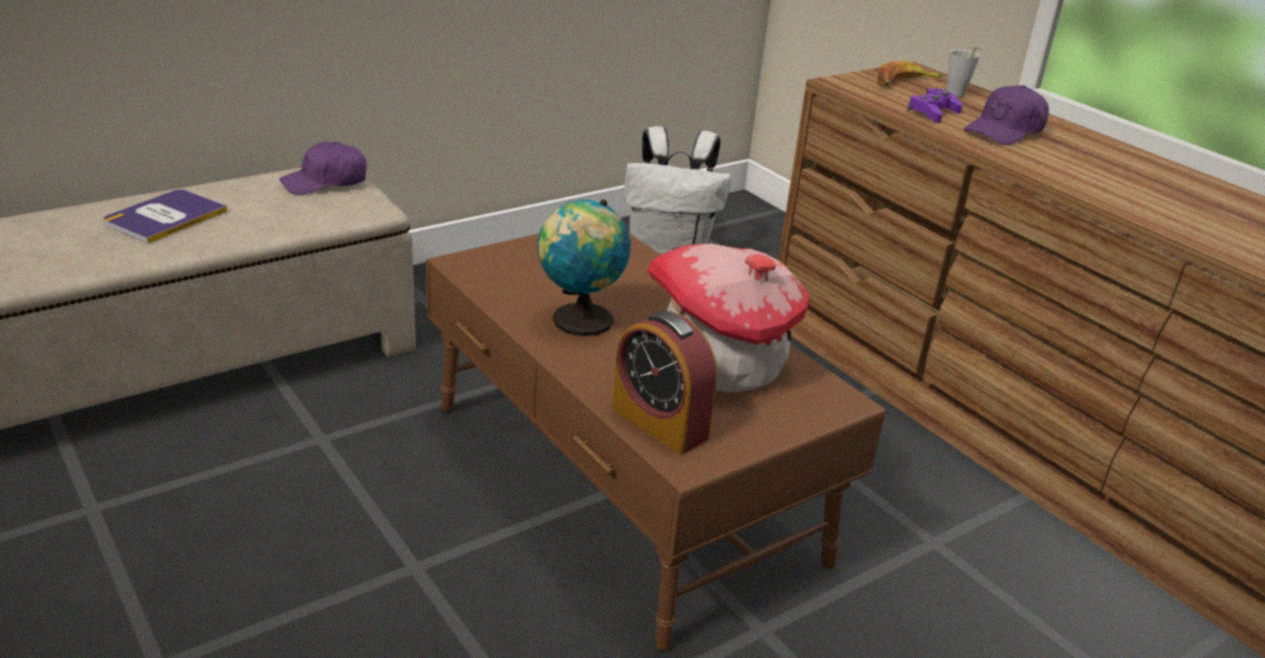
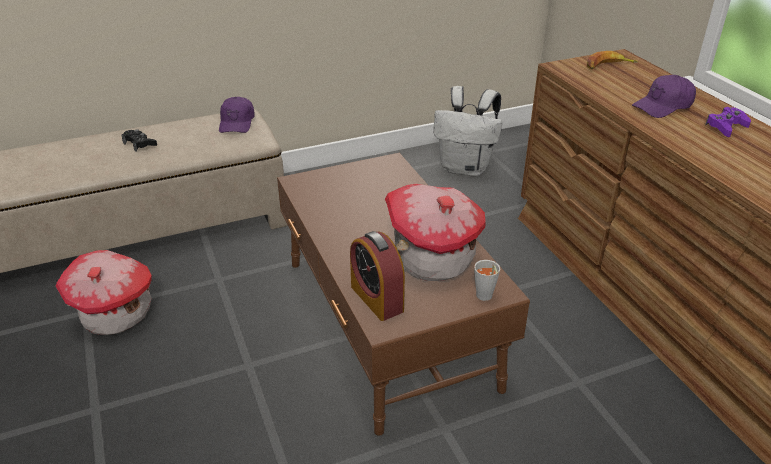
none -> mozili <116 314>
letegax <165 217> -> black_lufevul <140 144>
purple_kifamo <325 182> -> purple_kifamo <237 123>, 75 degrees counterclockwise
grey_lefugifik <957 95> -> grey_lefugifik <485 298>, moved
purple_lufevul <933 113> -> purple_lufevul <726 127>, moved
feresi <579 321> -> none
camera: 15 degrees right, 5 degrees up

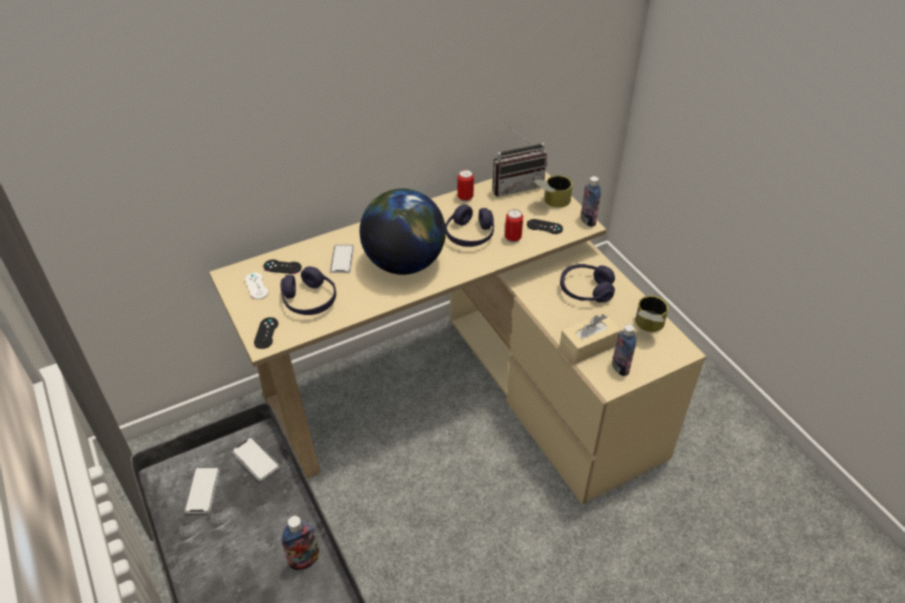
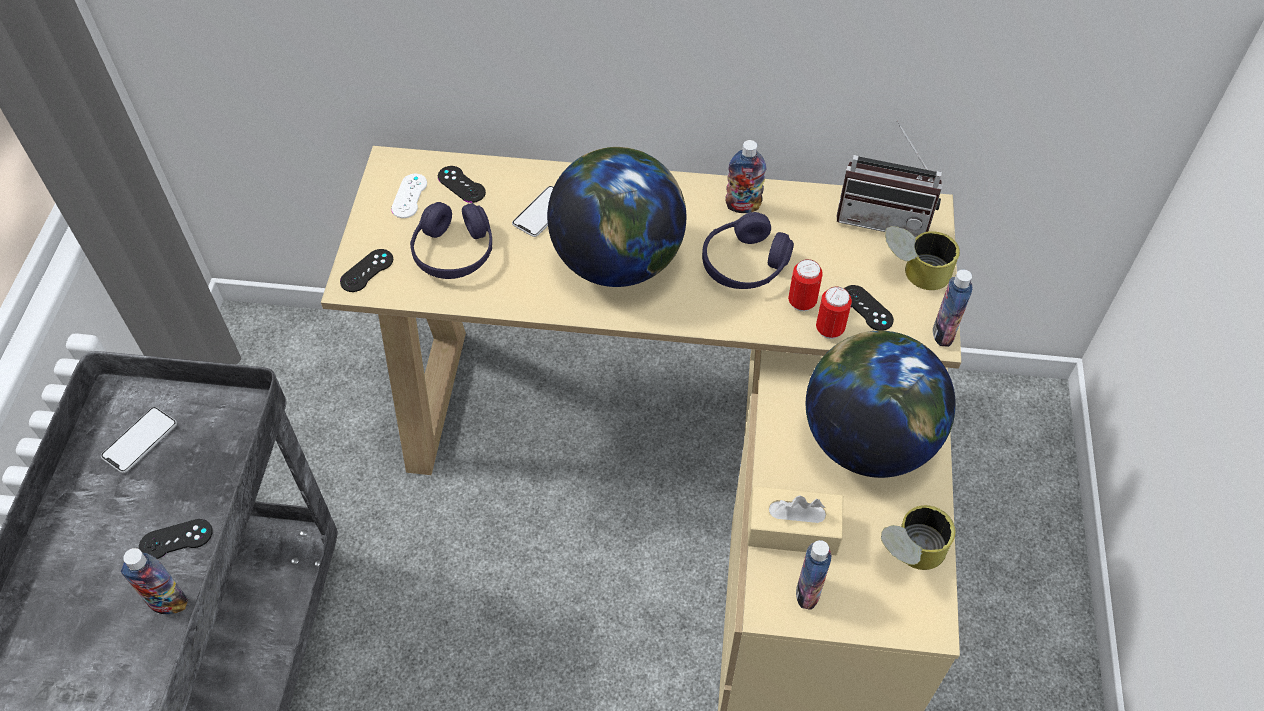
none -> black_lufevul <176 539>
none -> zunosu <743 206>
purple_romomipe <586 290> -> feresi <867 440>
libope <465 198> -> libope <829 329>, moved
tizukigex <255 459> -> none
camera: 35 degrees right, 10 degrees up

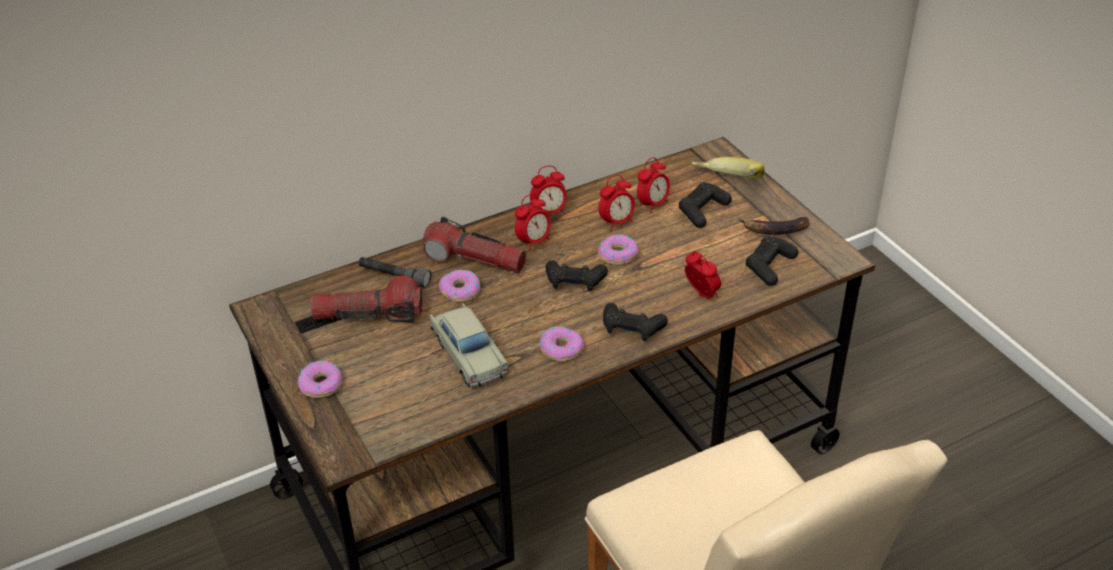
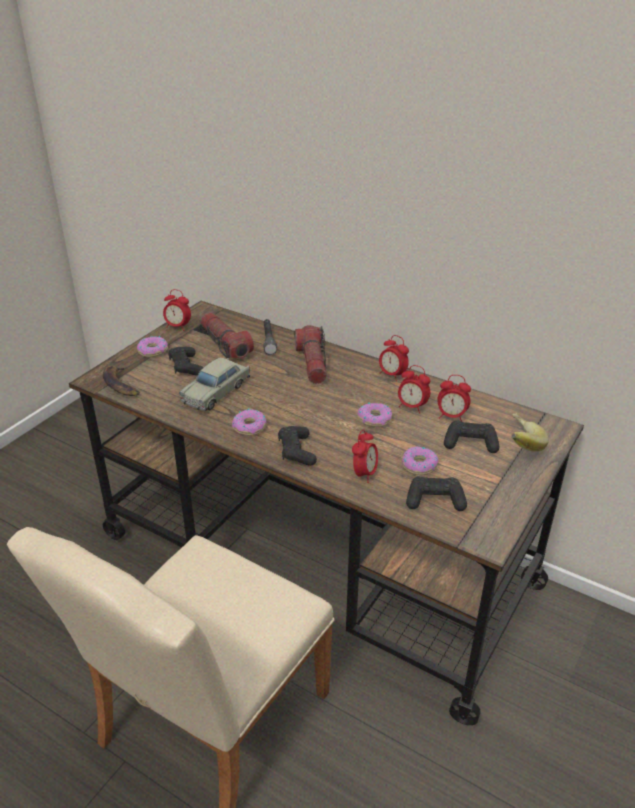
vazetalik <775 230> -> vazetalik <120 385>, moved
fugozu <533 242> -> fugozu <178 326>, moved
black_lufevul <575 282> -> black_lufevul <186 367>, moved
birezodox <460 291> -> birezodox <419 465>, moved
camera: 60 degrees right, 5 degrees down

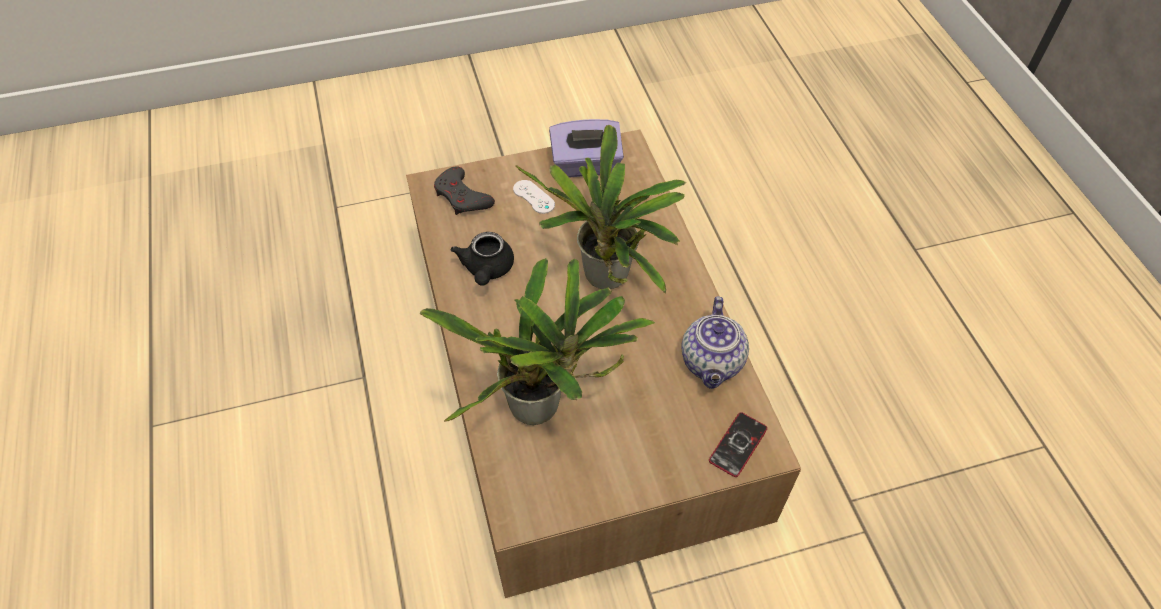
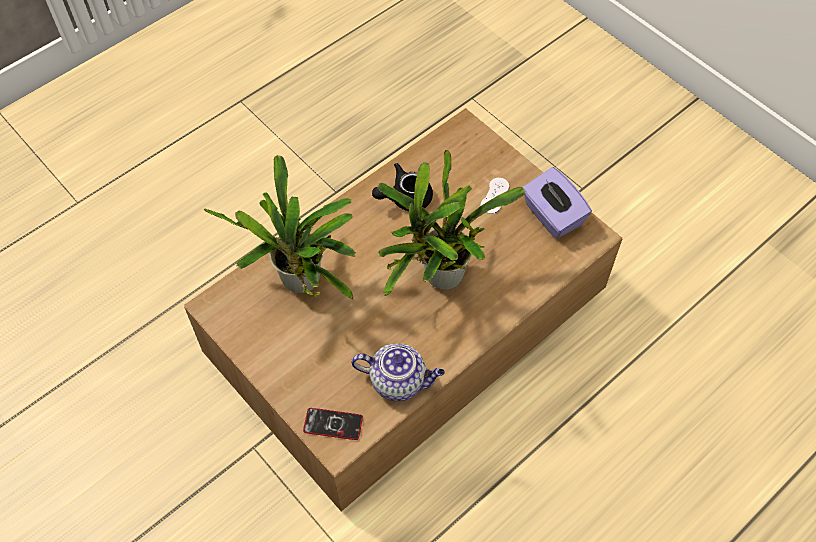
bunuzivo <712 363> -> bunuzivo <399 381>, 150 degrees counterclockwise
grey_lufevul <462 197> -> none
camera: 65 degrees right, 5 degrees up

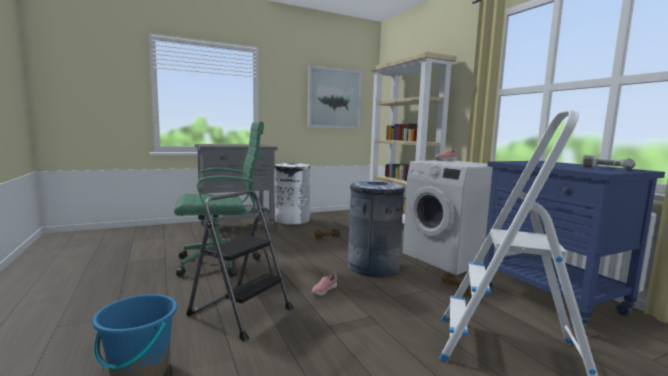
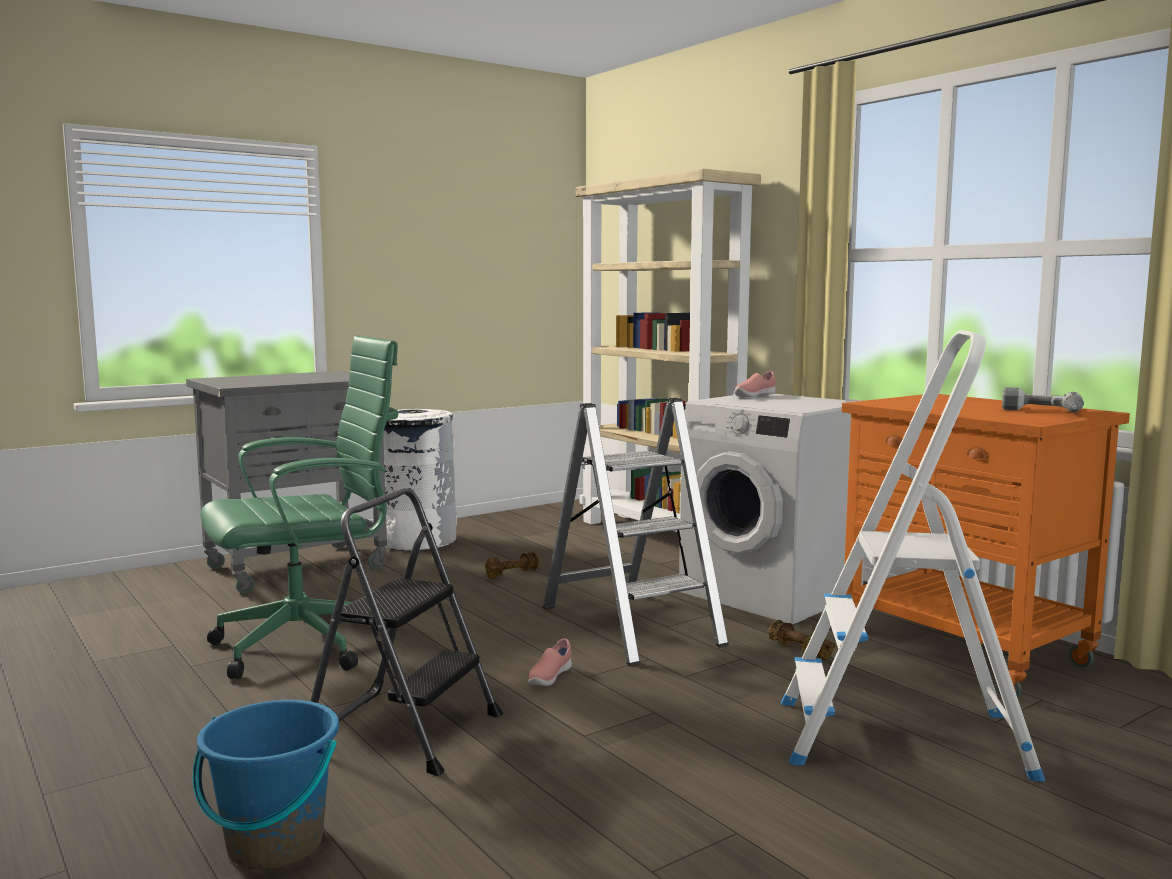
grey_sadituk <373 267> -> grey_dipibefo <629 624>
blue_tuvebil <551 301> -> orange_tuvebil <966 655>
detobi <334 98> -> none
camera: 10 degrees left, 0 degrees up

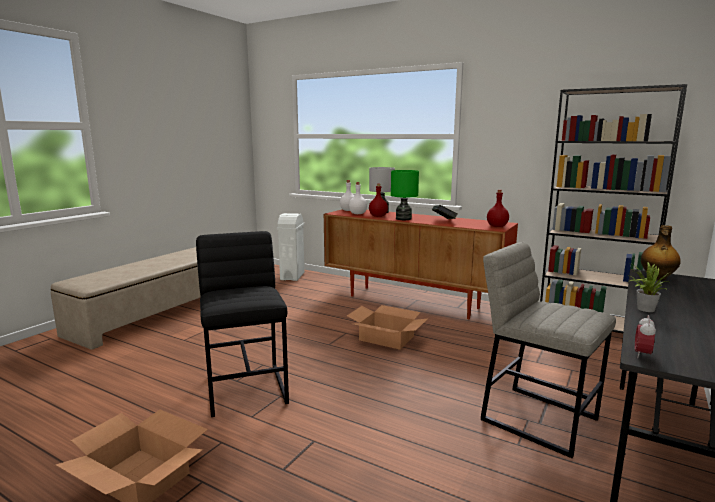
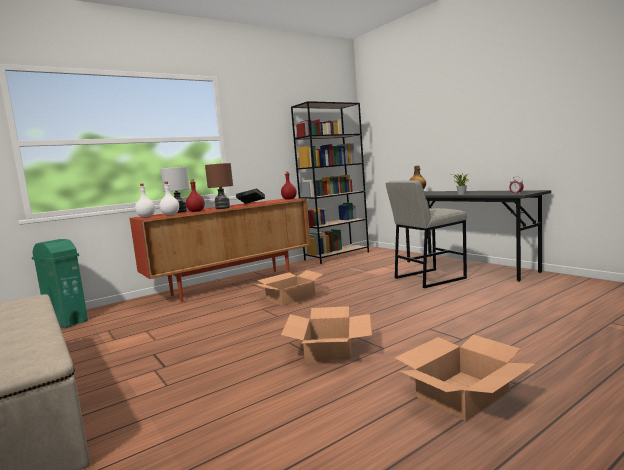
white_sadituk <292 276> -> green_sadituk <67 322>
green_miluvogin <403 219> -> brown_miluvogin <222 208>
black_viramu <246 387> -> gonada <329 350>
camera: 65 degrees left, 5 degrees down

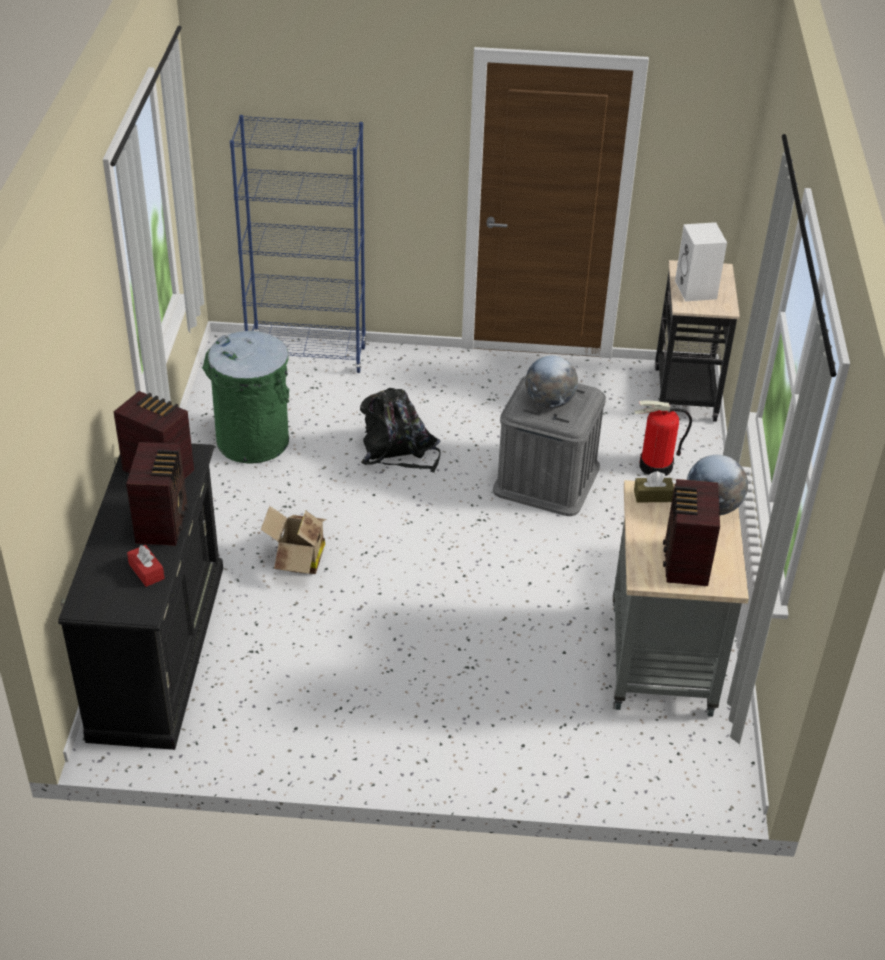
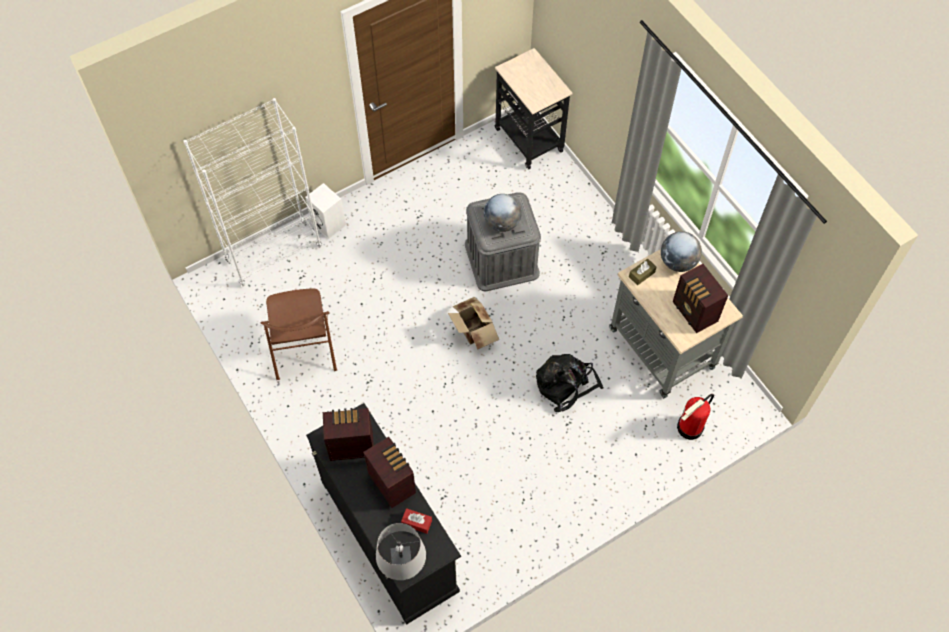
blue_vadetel <307 356> -> white_vadetel <274 253>
green_sadituk <253 441> -> brown_viramu <303 346>
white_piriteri <697 290> -> white_piriteri <329 224>, moved
none -> grey_miluvogin <403 570>
gonada <297 561> -> gonada <473 332>, moved
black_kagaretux <398 451> -> black_kagaretux <566 384>, moved
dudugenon <655 466> -> dudugenon <690 428>, moved
camera: 35 degrees left, 20 degrees up

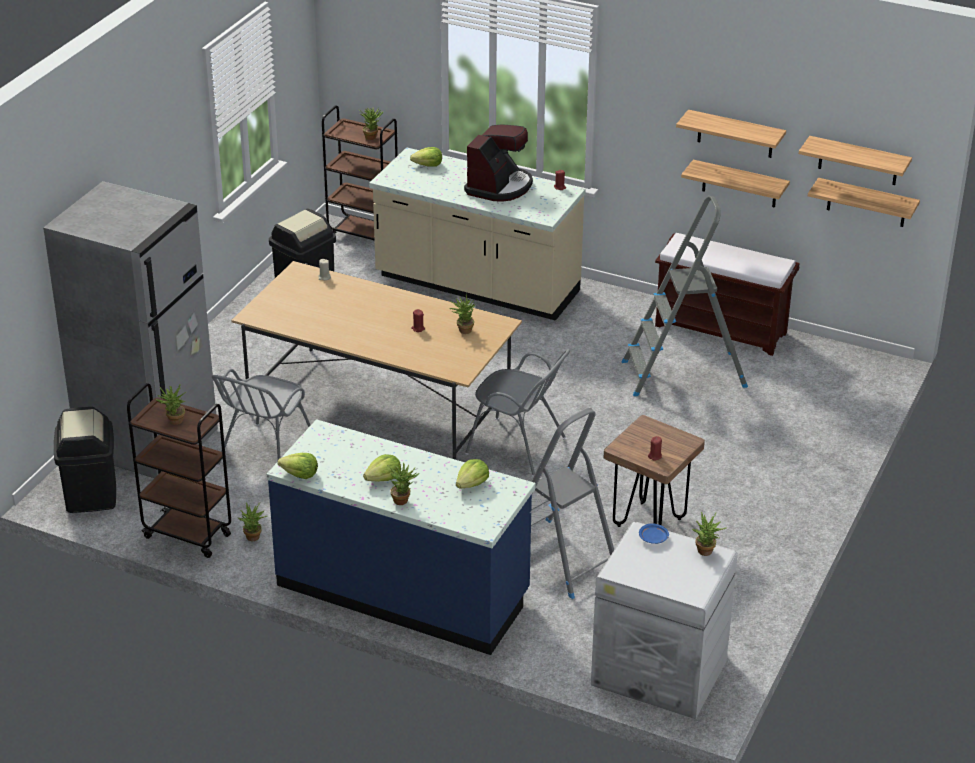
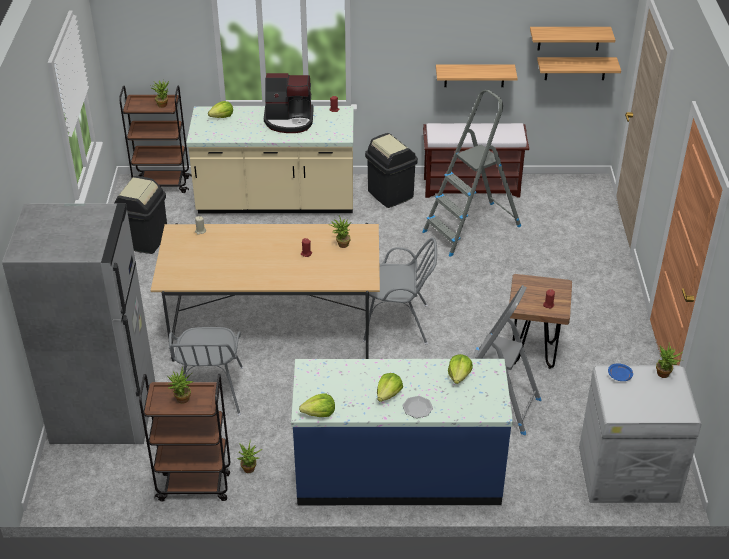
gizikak <499 186> -> gizikak <289 120>, 90 degrees clockwise
black_sadituk <90 495> -> black_sadituk <390 194>, moved
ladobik <403 499> -> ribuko <417 408>
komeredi <735 134> -> none
camera: 25 degrees left, 5 degrees up

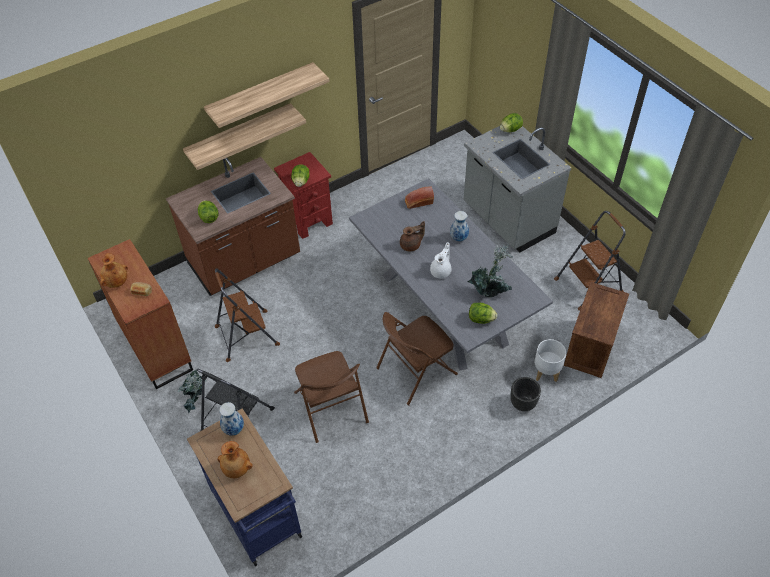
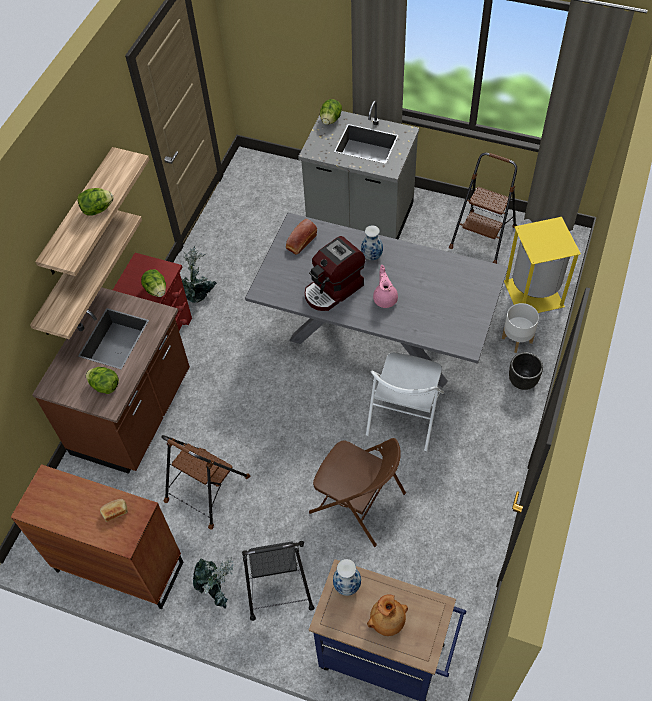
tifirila <481 319> -> tifirila <97 209>, moved
ladobik <489 291> -> ladobik <198 296>, moved
brown_bunuzivo <411 245> -> gizikak <333 290>
brown_viramu <416 371> -> white_viramu <404 413>
white_bunuzivo <441 271> -> pink_bunuzivo <385 298>
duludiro <589 347> -> yellow_sadituk <532 293>
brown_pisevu <116 282> -> none
camera: 35 degrees left, 5 degrees up

